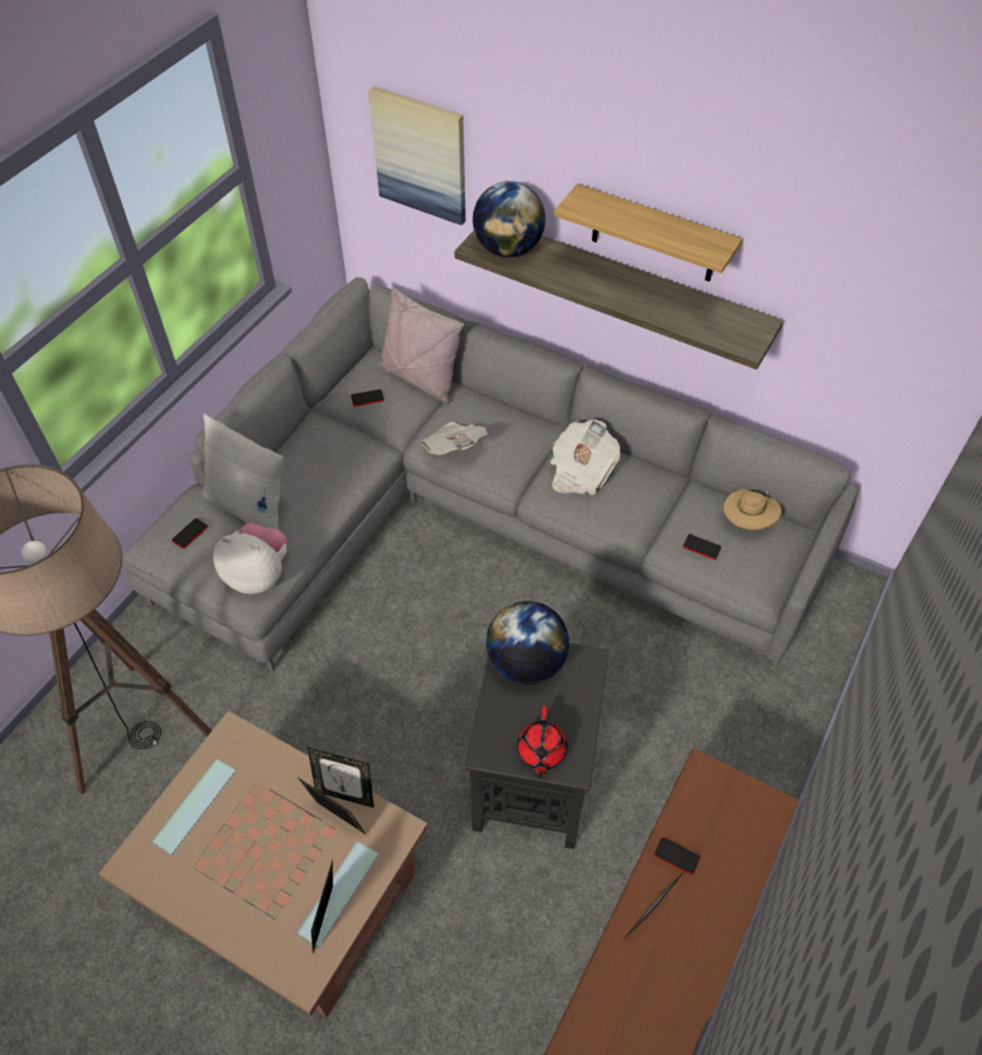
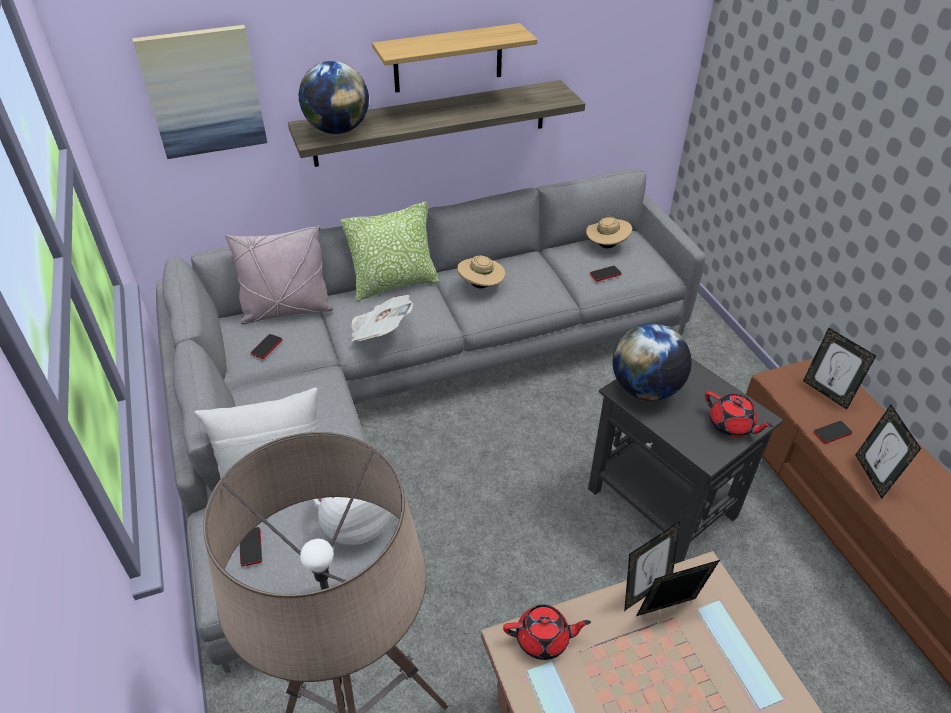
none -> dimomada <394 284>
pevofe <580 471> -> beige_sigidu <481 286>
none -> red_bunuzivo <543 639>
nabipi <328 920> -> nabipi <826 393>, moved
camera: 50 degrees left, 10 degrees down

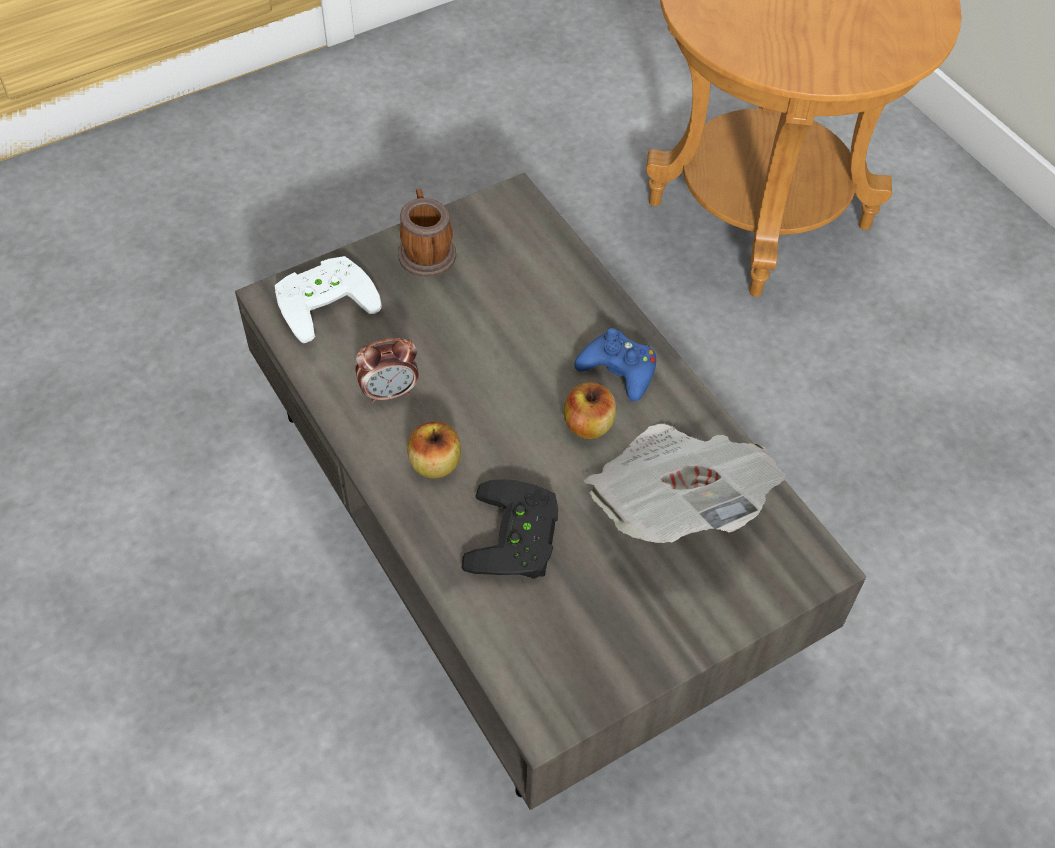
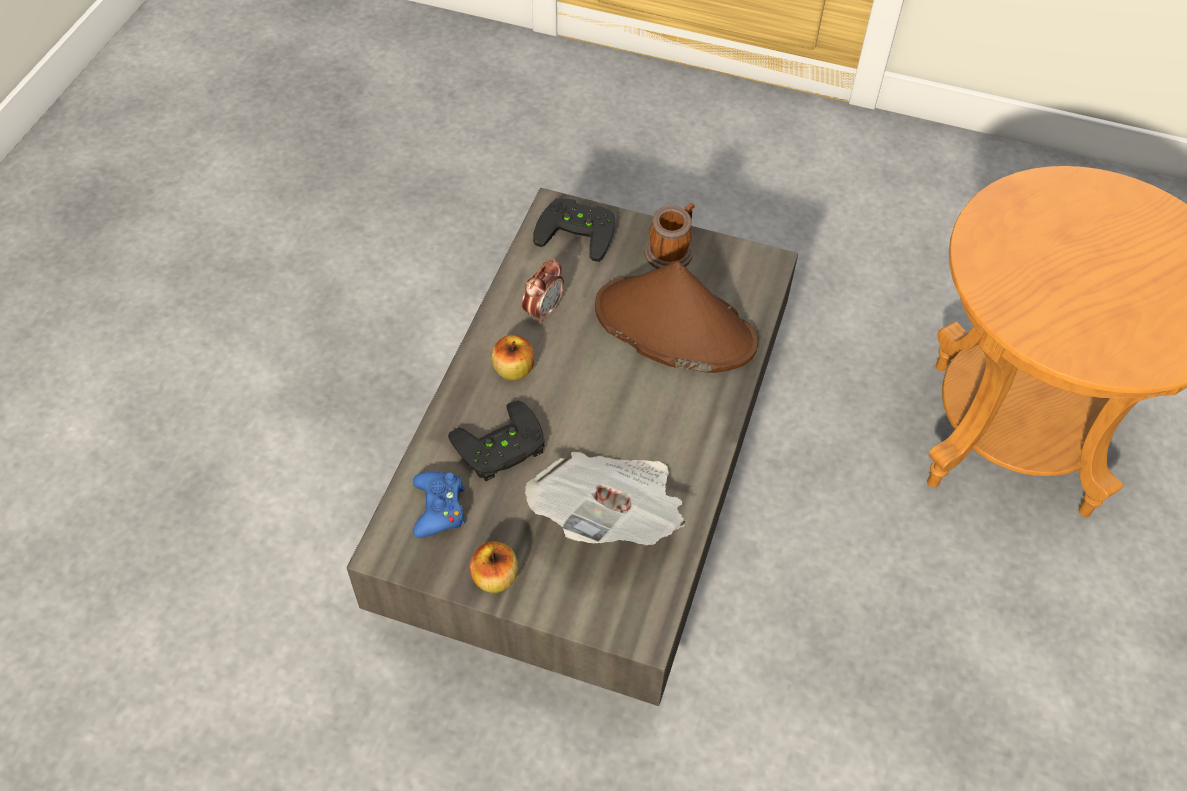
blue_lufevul <618 370> -> blue_lufevul <439 508>, moved
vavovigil <588 425> -> vavovigil <495 578>, moved
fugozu <389 392> -> fugozu <543 310>, 90 degrees counterclockwise
white_lufevul <324 299> -> black_lufevul <579 230>
none -> brown_sigidu <673 326>
camera: 50 degrees right, 0 degrees up

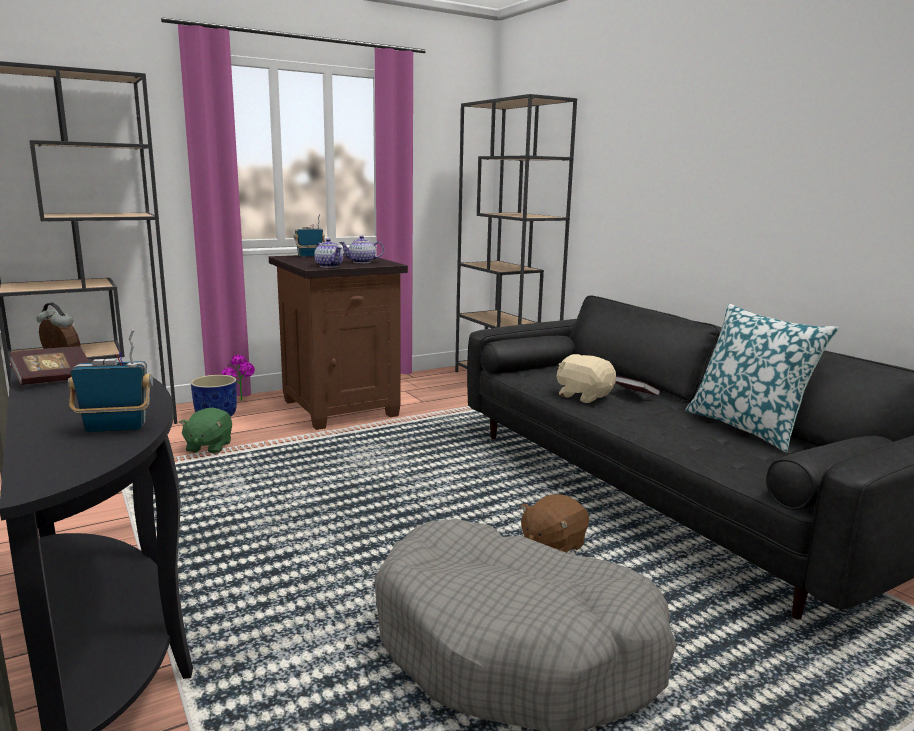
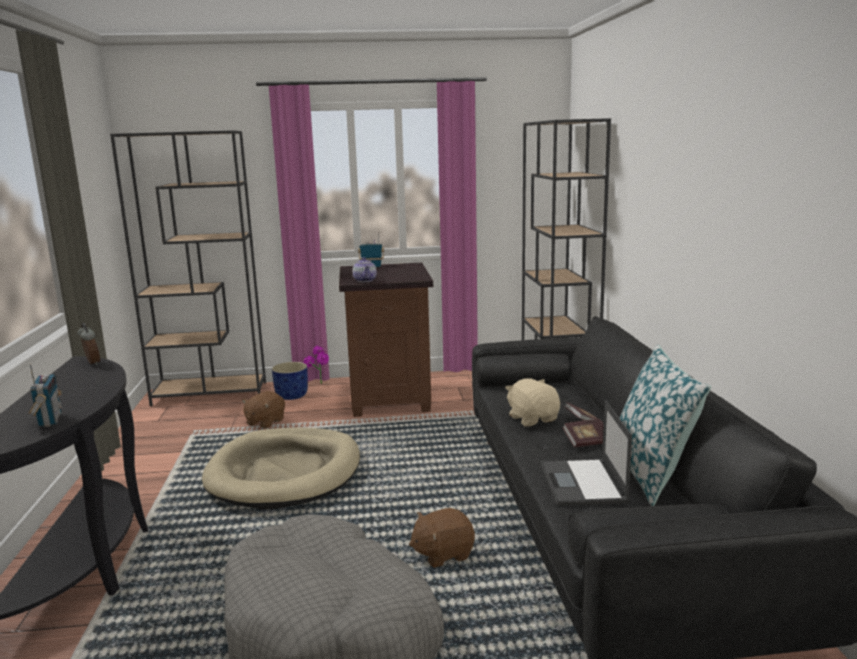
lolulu <116 428> -> lolulu <49 421>, 60 degrees clockwise
none -> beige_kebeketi <285 473>
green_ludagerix <208 447> -> brown_ludagerix <265 422>
none -> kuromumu <583 483>
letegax <54 379> -> letegax <587 442>, moved
bunuzivo <362 262> -> none
camera: 25 degrees right, 0 degrees up

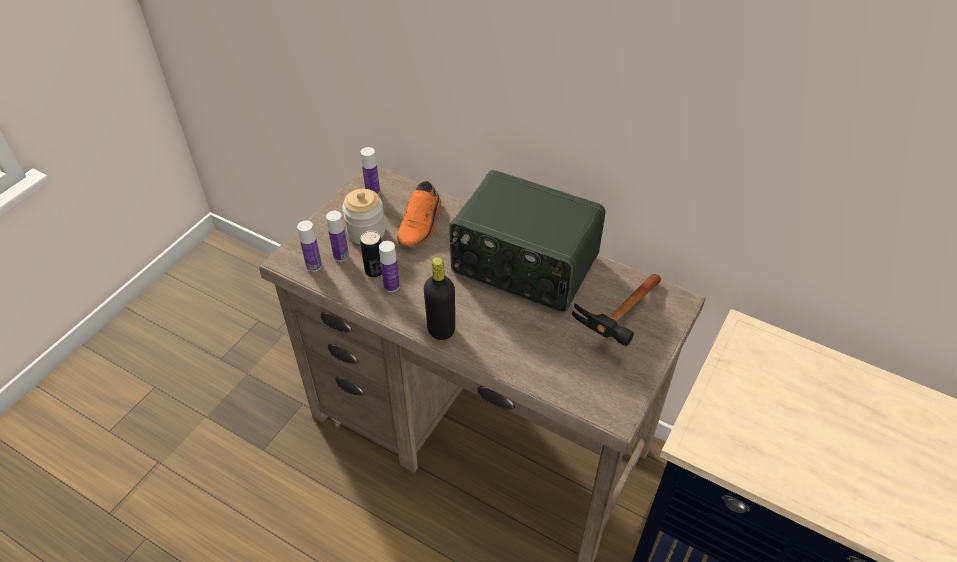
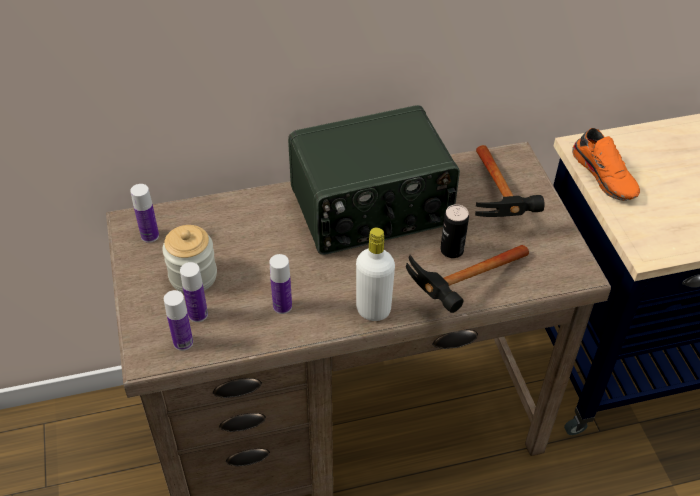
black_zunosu <441 329> -> white_zunosu <373 310>
none -> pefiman <461 293>
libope <374 270> -> libope <452 250>, moved
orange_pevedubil <421 225> -> orange_pevedubil <605 175>, moved
camera: 45 degrees left, 0 degrees up

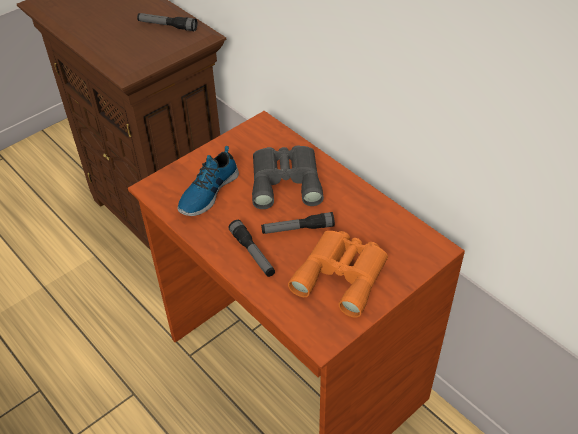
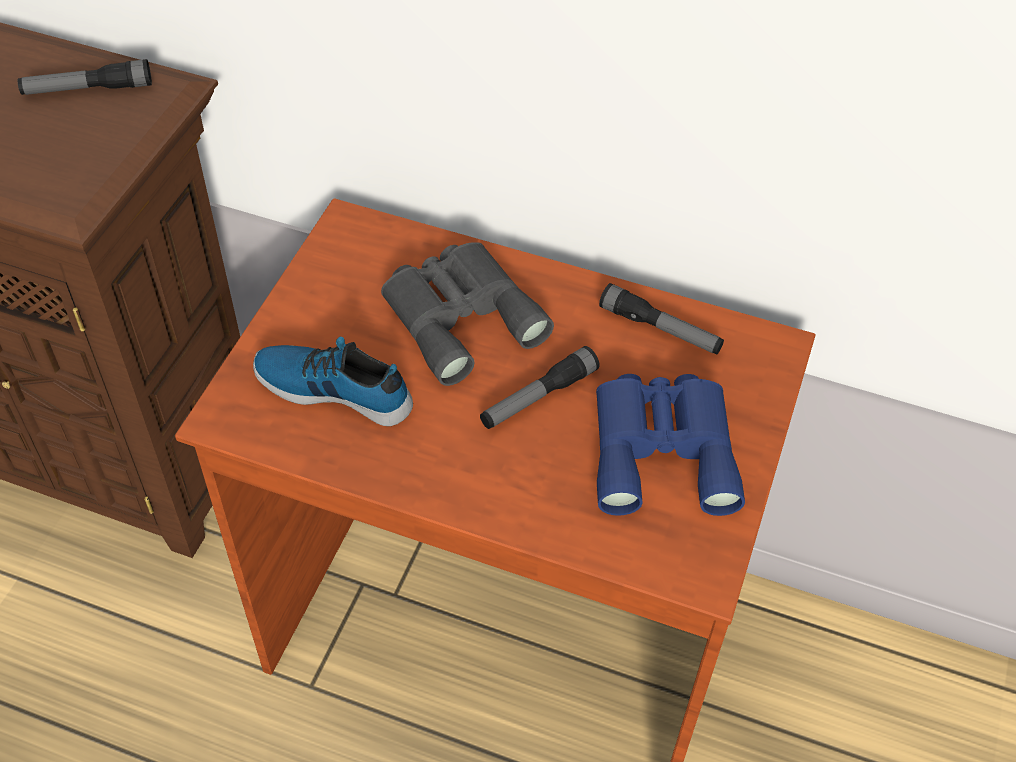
pevedubil <207 192> -> pevedubil <335 388>, 105 degrees clockwise
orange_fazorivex <342 274> -> blue_fazorivex <662 448>
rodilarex <252 253> -> rodilarex <660 329>, moved
camera: 30 degrees left, 5 degrees up

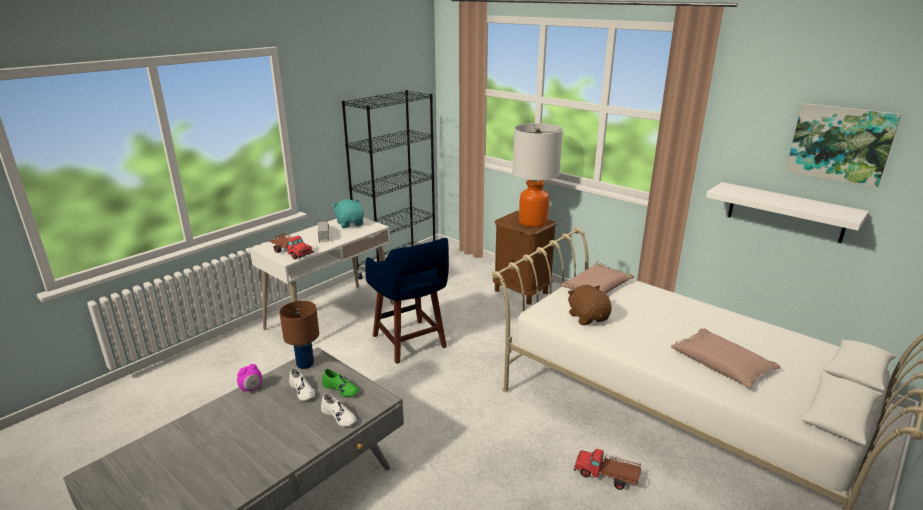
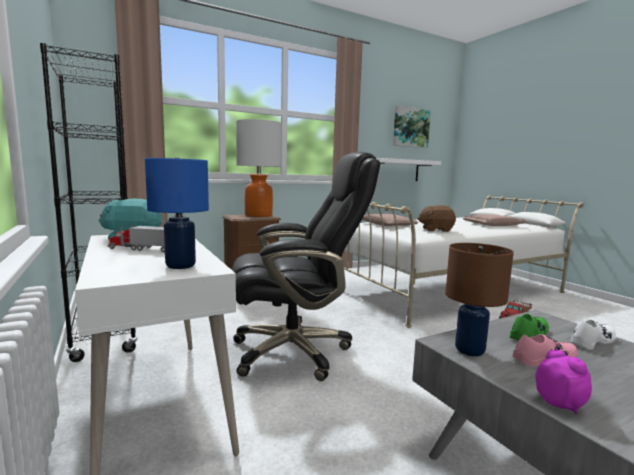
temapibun <291 252> -> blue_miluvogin <179 266>
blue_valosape <410 343> -> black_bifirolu <296 354>
white_pevedubil <302 390> -> pink_pevedubil <544 358>
camera: 70 degrees left, 15 degrees down

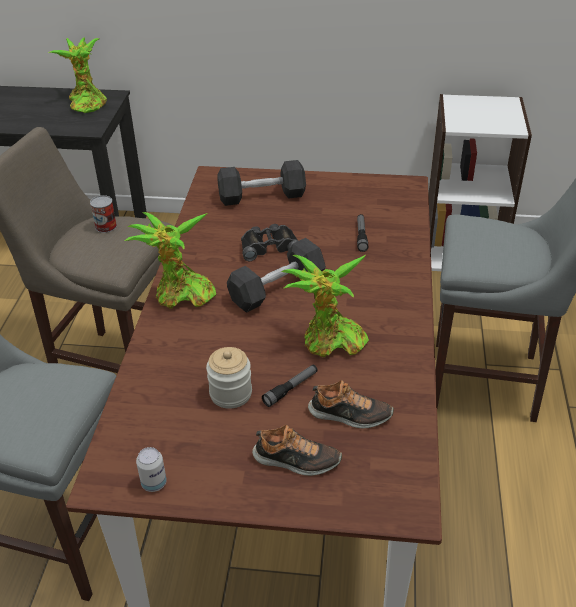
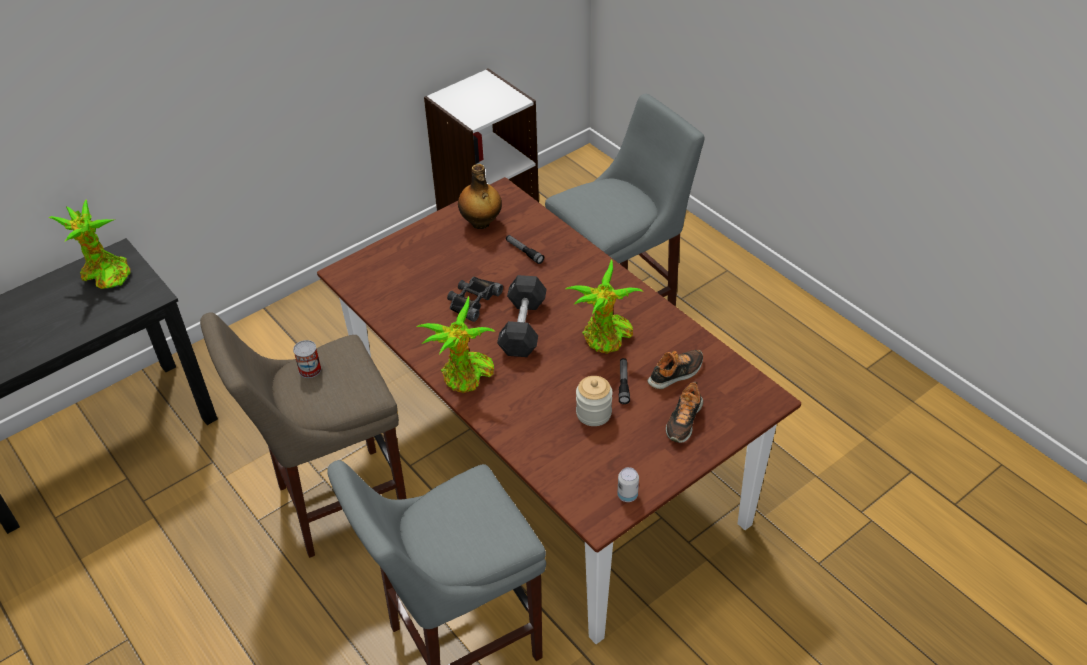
none -> zunosu <481 223>
pevedubil <296 460> -> pevedubil <683 420>, 150 degrees clockwise
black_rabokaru <262 196> -> none
camera: 45 degrees left, 5 degrees up

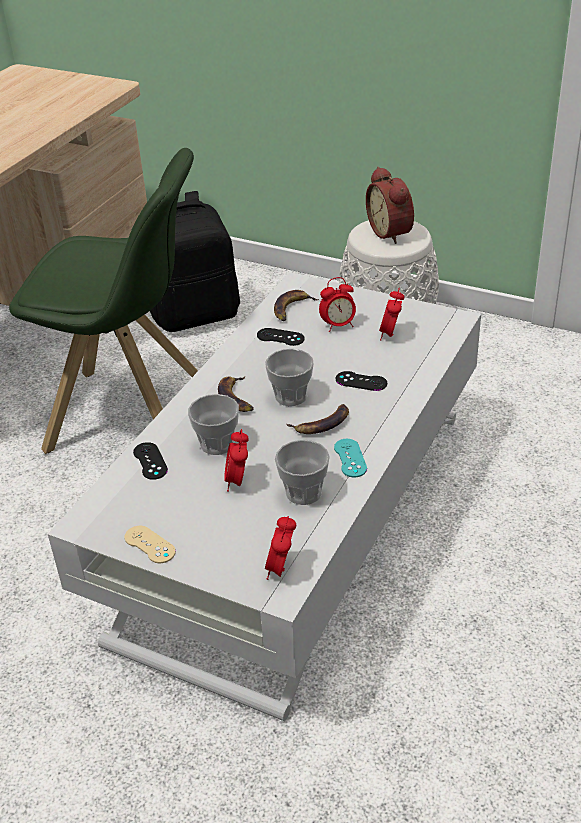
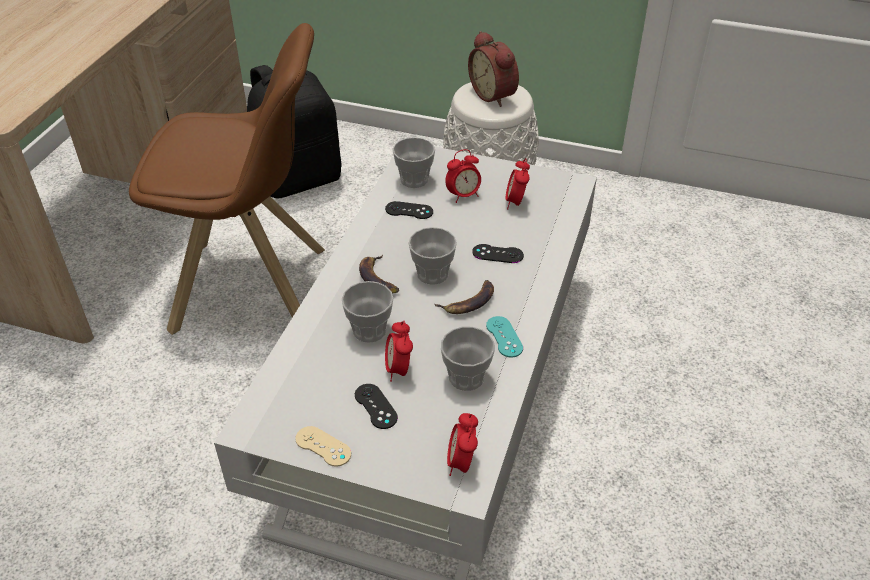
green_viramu <130 415> -> brown_viramu <251 288>
black_lufevul <150 461> -> black_lufevul <375 406>, moved
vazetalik <292 309> -> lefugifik <414 179>
camera: 10 degrees left, 5 degrees up

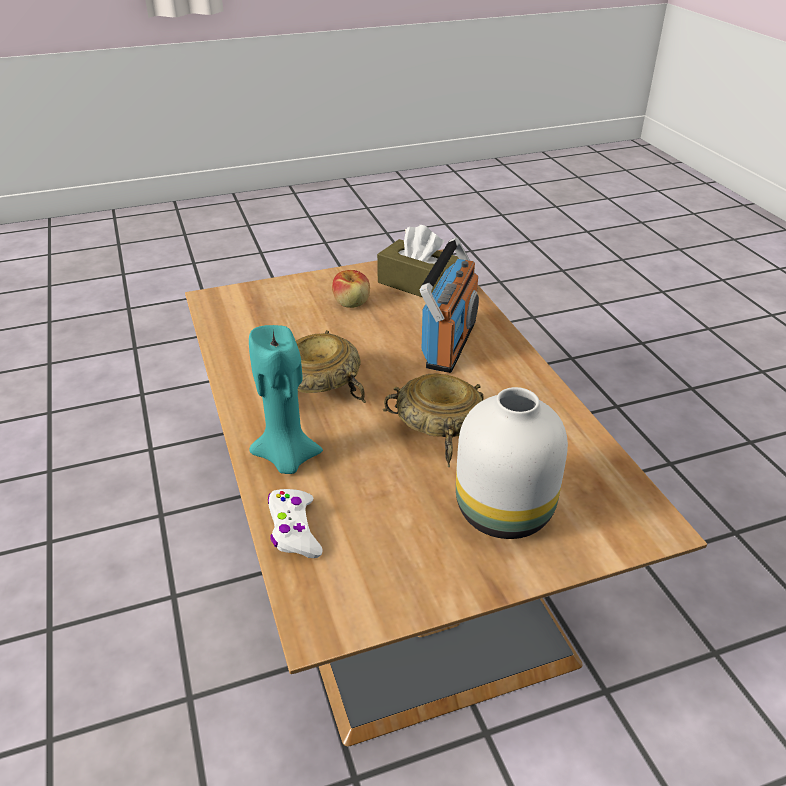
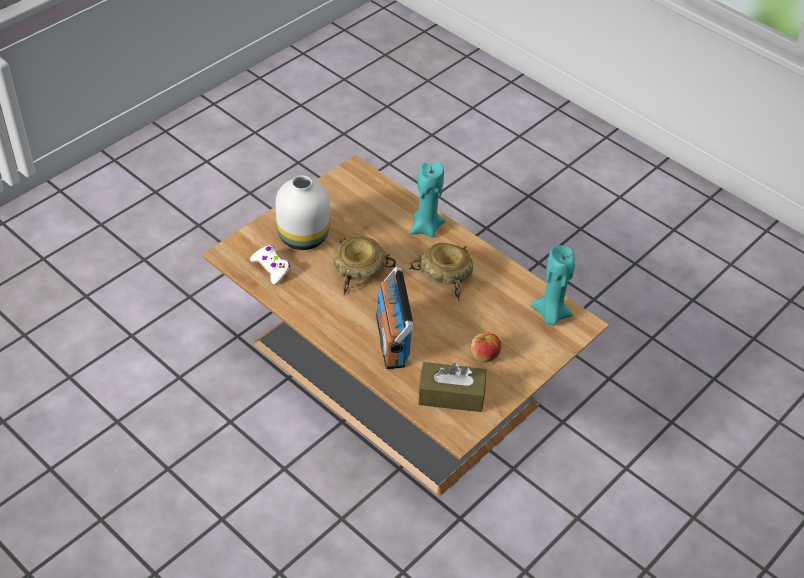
white_lufevul <294 530> -> white_lufevul <271 268>, moved
none -> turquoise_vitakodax <550 314>
camera: 150 degrees right, 10 degrees up

